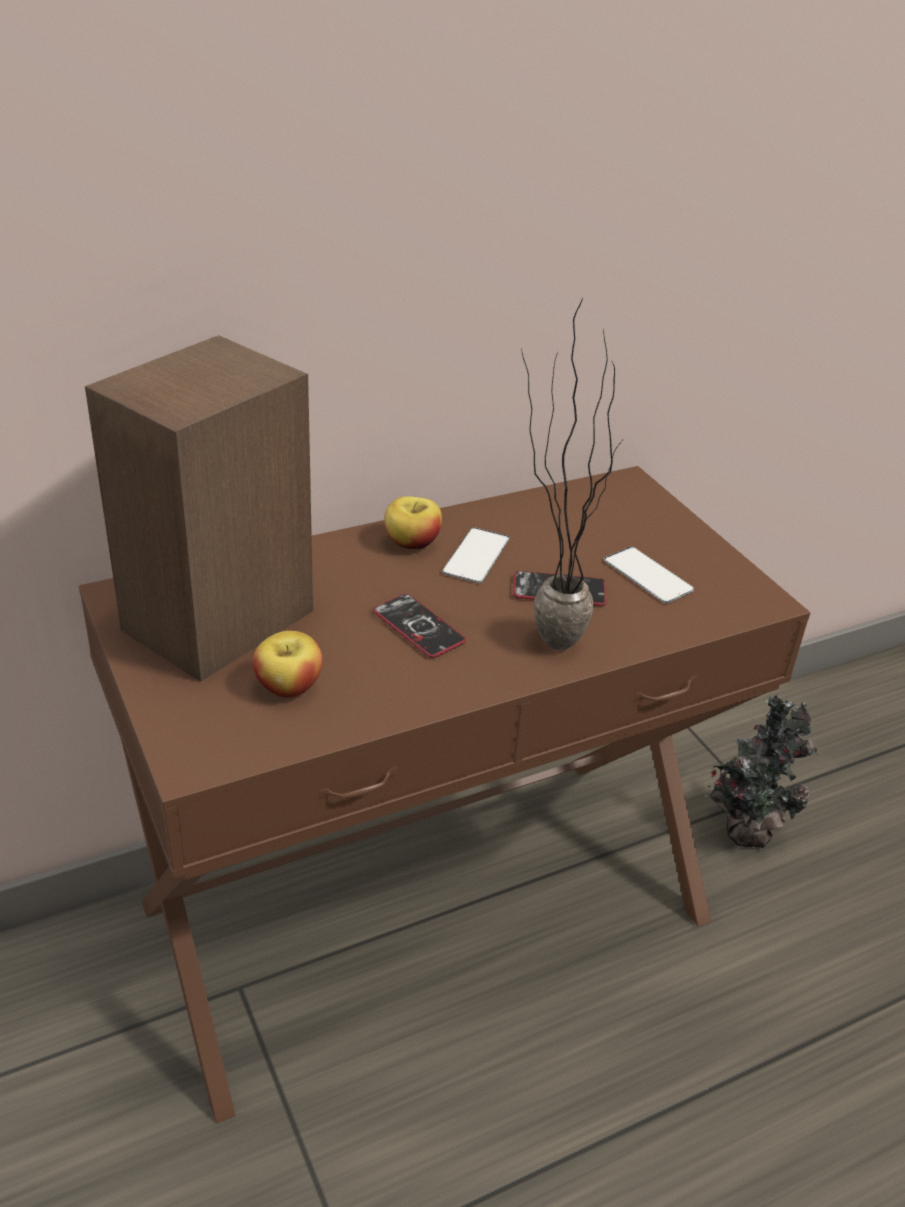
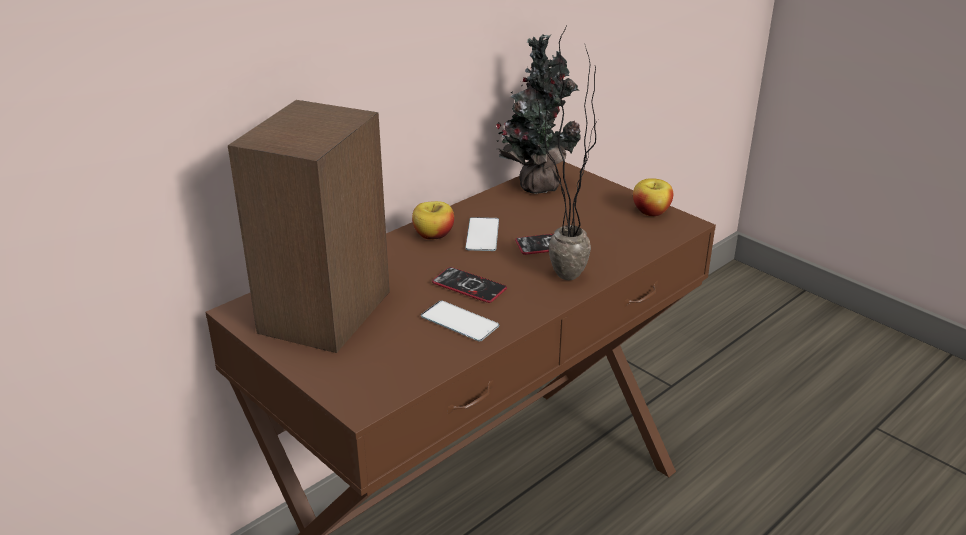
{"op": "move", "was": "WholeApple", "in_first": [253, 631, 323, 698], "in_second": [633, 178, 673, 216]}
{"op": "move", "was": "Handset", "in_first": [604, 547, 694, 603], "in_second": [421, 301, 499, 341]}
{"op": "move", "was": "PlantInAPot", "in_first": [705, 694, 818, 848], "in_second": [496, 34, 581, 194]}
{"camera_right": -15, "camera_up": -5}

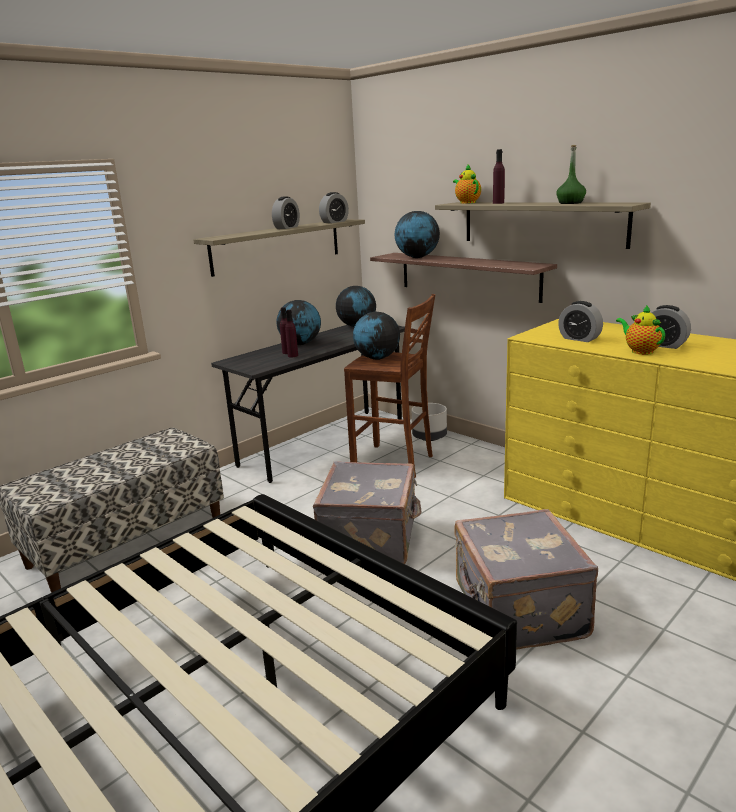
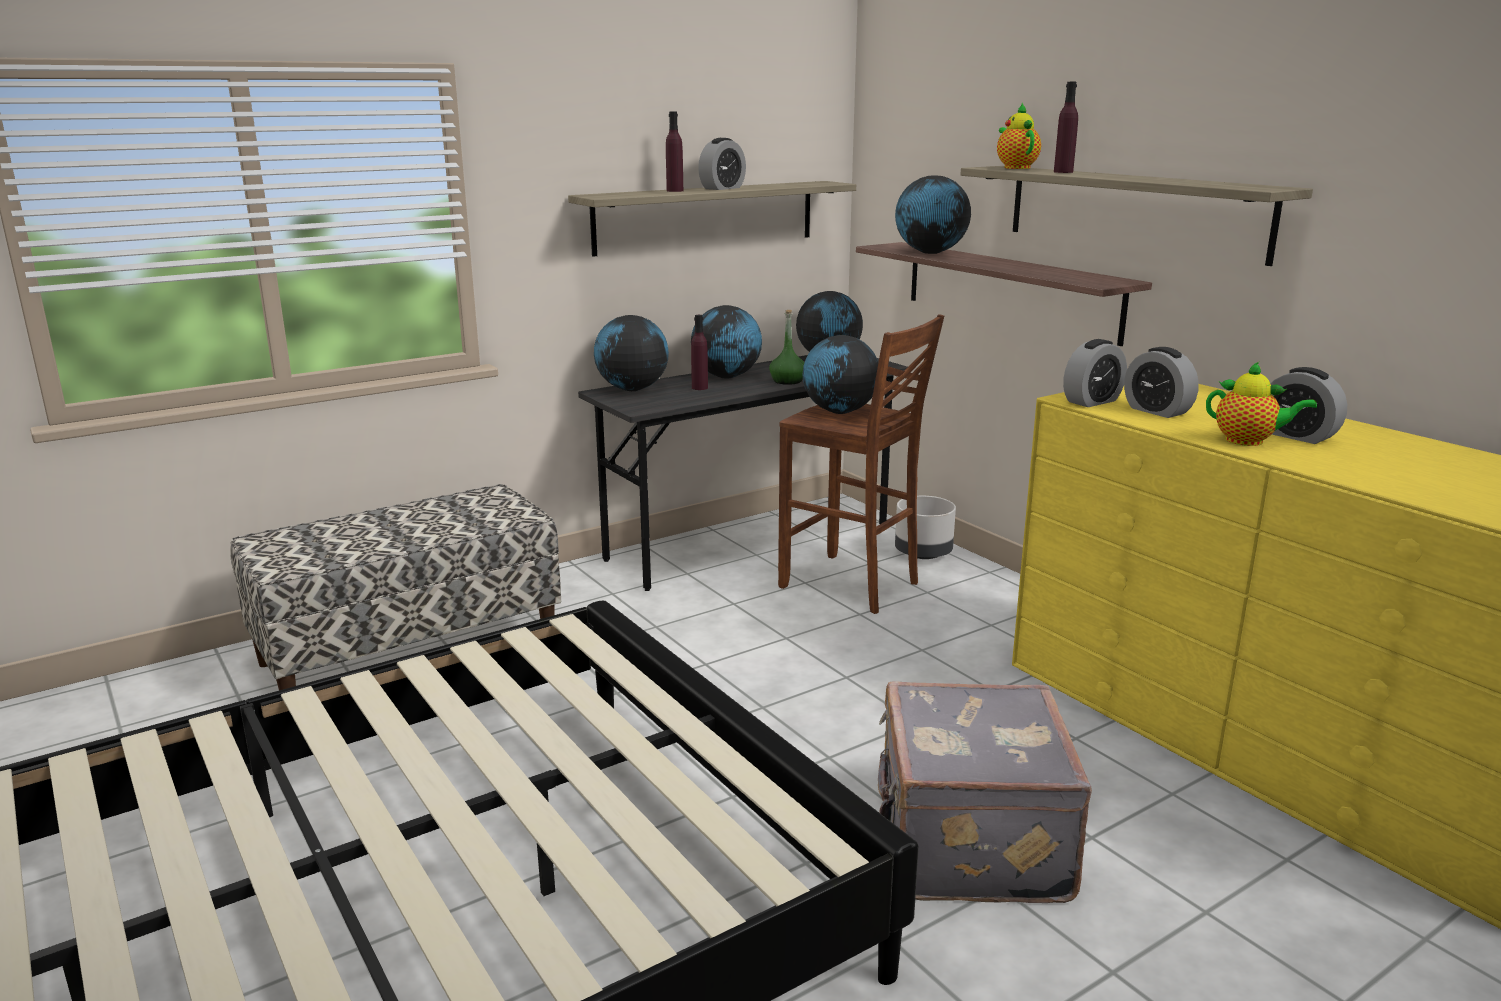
{"op": "move", "was": "PurpleColouredBottle", "in_first": [285, 310, 298, 357], "in_second": [666, 111, 683, 192]}
{"op": "delete", "was": "GreyTravelCase", "in_first": [313, 461, 422, 564]}
{"op": "move", "was": "BedsideClock", "in_first": [319, 192, 349, 223], "in_second": [1063, 339, 1127, 407]}
{"op": "move", "was": "GreenishBottle", "in_first": [556, 145, 586, 204], "in_second": [769, 310, 805, 385]}
{"op": "rotate", "was": "Teapot", "in_first": [616, 305, 665, 355], "in_second": [1206, 362, 1317, 446], "clockwise": 135}
{"op": "insert", "now": "DeskGlobe", "in_second": [594, 315, 669, 391]}
{"camera_right": 10, "camera_up": 0}

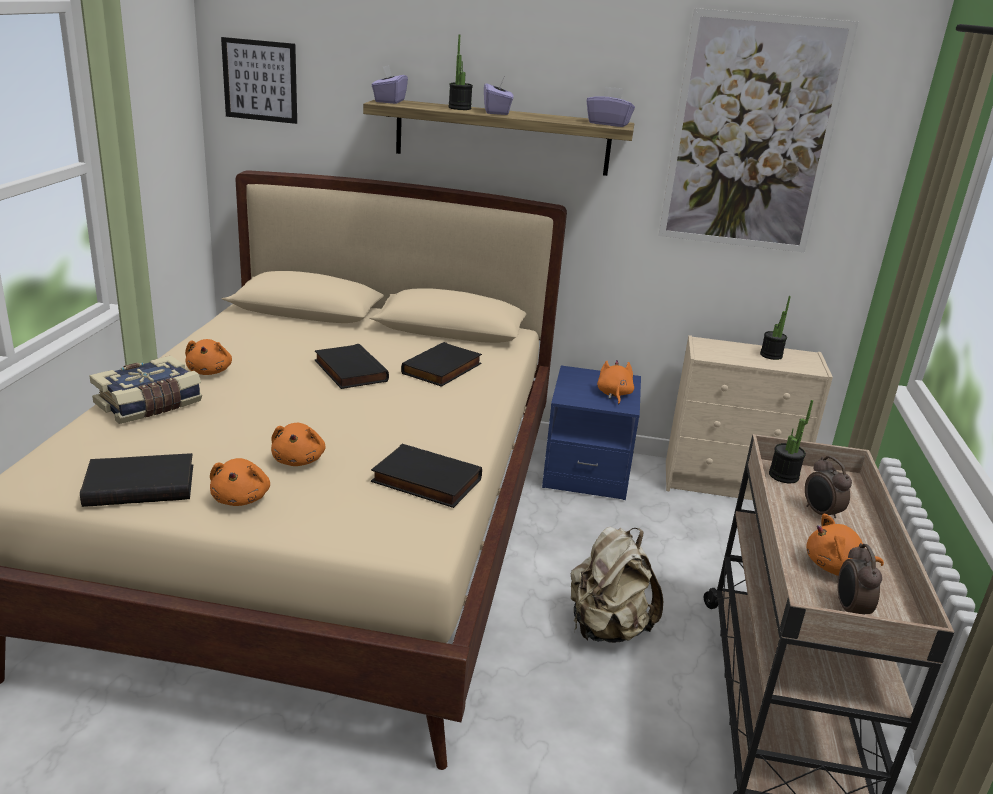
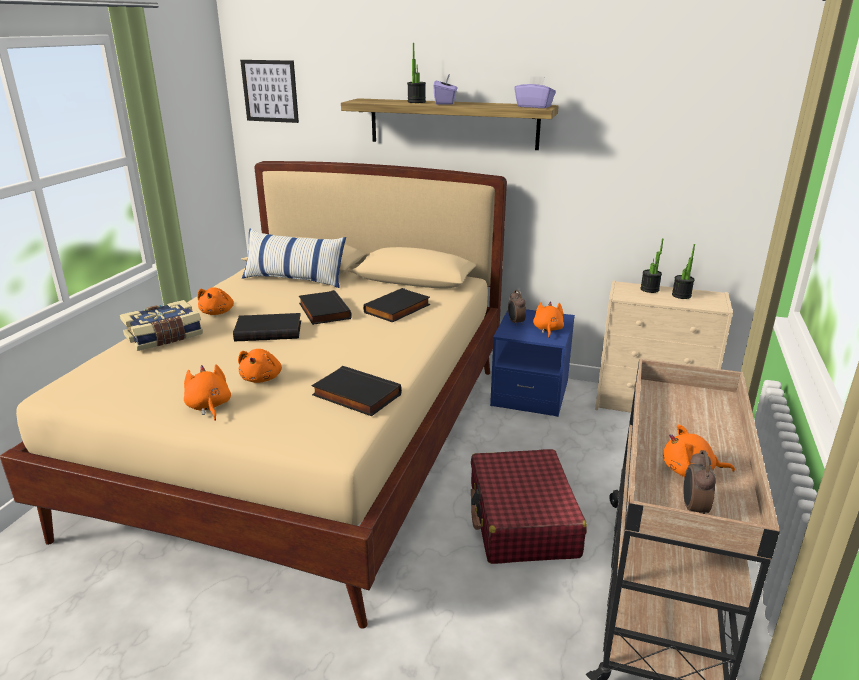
{"op": "move", "was": "BlackishBoundBook", "in_first": [80, 453, 193, 507], "in_second": [233, 313, 301, 341]}
{"op": "rotate", "was": "OrangeyPlushToy", "in_first": [210, 458, 270, 506], "in_second": [184, 364, 231, 421], "clockwise": 150}
{"op": "delete", "was": "PurpleColouredBoxOfTissues", "in_first": [372, 65, 408, 104]}
{"op": "replace", "was": "SandColouredBackpack", "now": "ReddishTravelCase", "in_first": [571, 527, 663, 643], "in_second": [471, 449, 587, 564]}
{"op": "delete", "was": "WallArt", "in_first": [659, 8, 858, 253]}
{"op": "move", "was": "PlantInAPot", "in_first": [769, 400, 813, 483], "in_second": [640, 238, 663, 293]}
{"op": "move", "was": "BedsideClock", "in_first": [805, 456, 852, 518], "in_second": [508, 290, 526, 326]}
{"op": "insert", "now": "ThrowPillow", "in_second": [242, 229, 346, 288]}
{"camera_right": 10, "camera_up": 0}

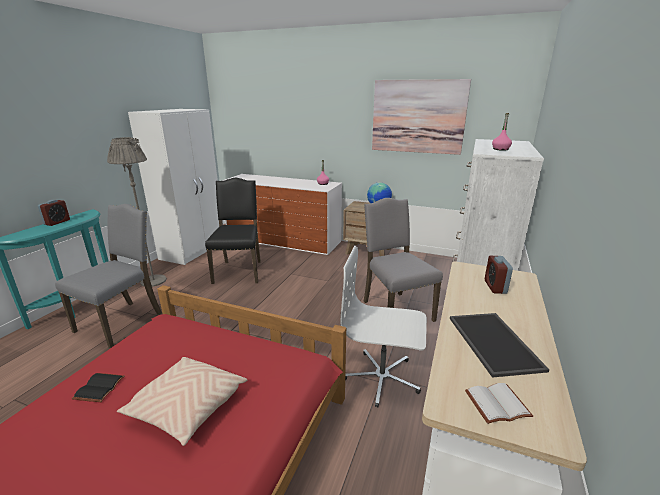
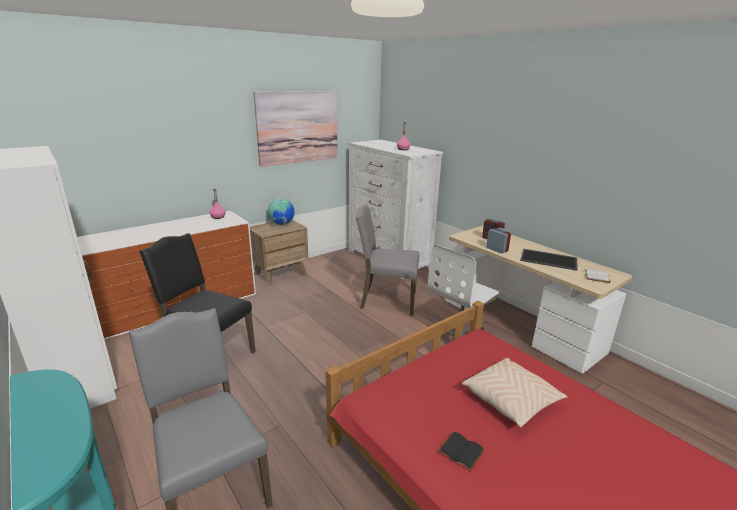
{"op": "move", "was": "BedsideClock", "in_first": [38, 200, 70, 226], "in_second": [486, 228, 511, 254]}
{"op": "delete", "was": "GreyFloorLamp", "in_first": [107, 137, 167, 287]}
{"camera_right": -60, "camera_up": 0}

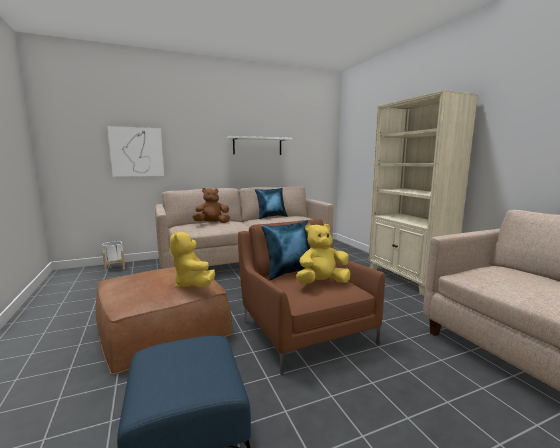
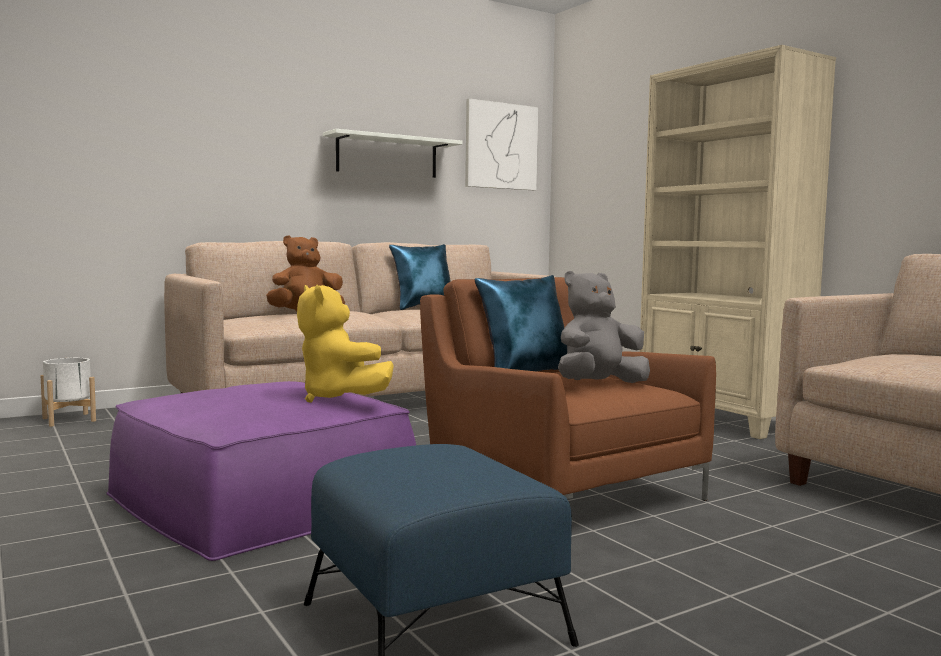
{"op": "recolor", "was": "BrownishPouffe", "now": "PurpleColouredPouffe", "in_first": [96, 267, 233, 375], "in_second": [107, 381, 416, 561]}
{"op": "move", "was": "WallArt", "in_first": [107, 126, 164, 177], "in_second": [465, 98, 538, 190]}
{"op": "recolor", "was": "YellowishPlushToy", "now": "GreyPlushToy", "in_first": [296, 224, 350, 283], "in_second": [558, 271, 650, 383]}
{"camera_right": -10, "camera_up": -5}

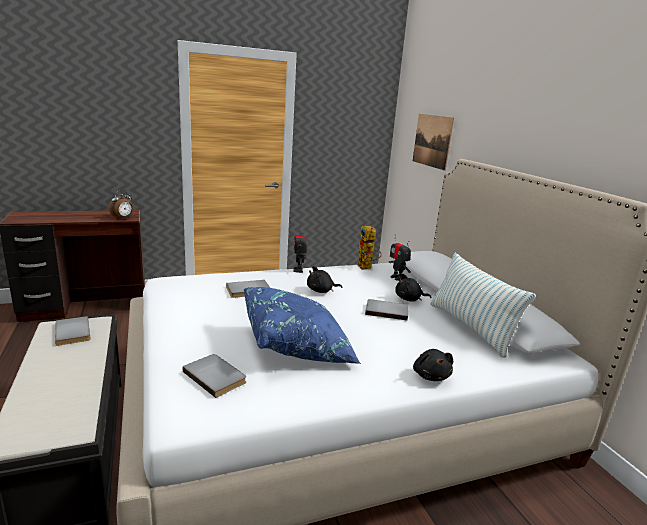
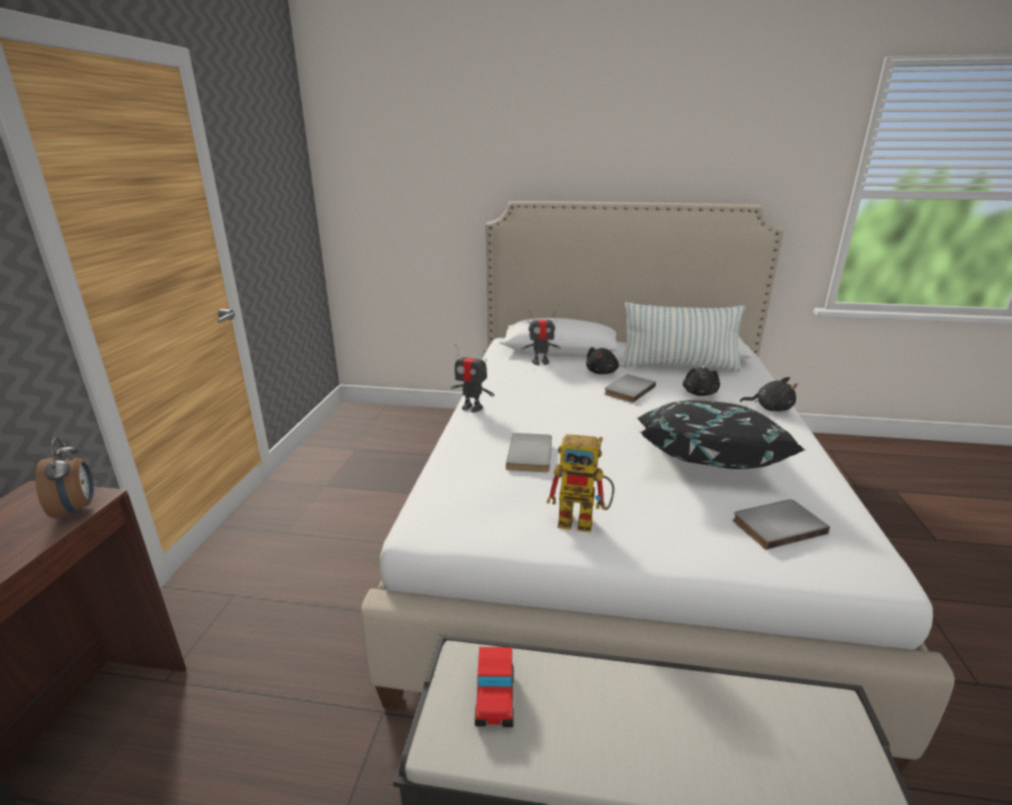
{"op": "replace", "was": "GreyBoundBook", "now": "ModelCar", "in_first": [55, 316, 91, 346], "in_second": [475, 647, 514, 727]}
{"op": "recolor", "was": "BlueColouredThrowPillow", "now": "BlackishThrowPillow", "in_first": [244, 287, 361, 364], "in_second": [637, 400, 805, 469]}
{"op": "move", "was": "BlackishPlushToy", "in_first": [307, 266, 342, 293], "in_second": [683, 367, 720, 396]}
{"op": "move", "was": "ToyRobot", "in_first": [357, 226, 382, 270], "in_second": [547, 434, 614, 532]}
{"op": "delete", "was": "WallArt", "in_first": [413, 114, 454, 171]}
{"camera_right": -60, "camera_up": 5}

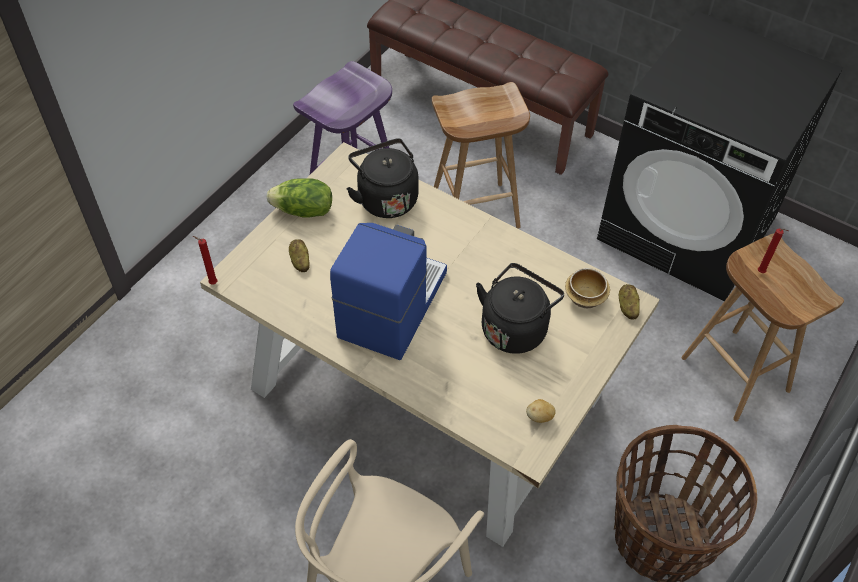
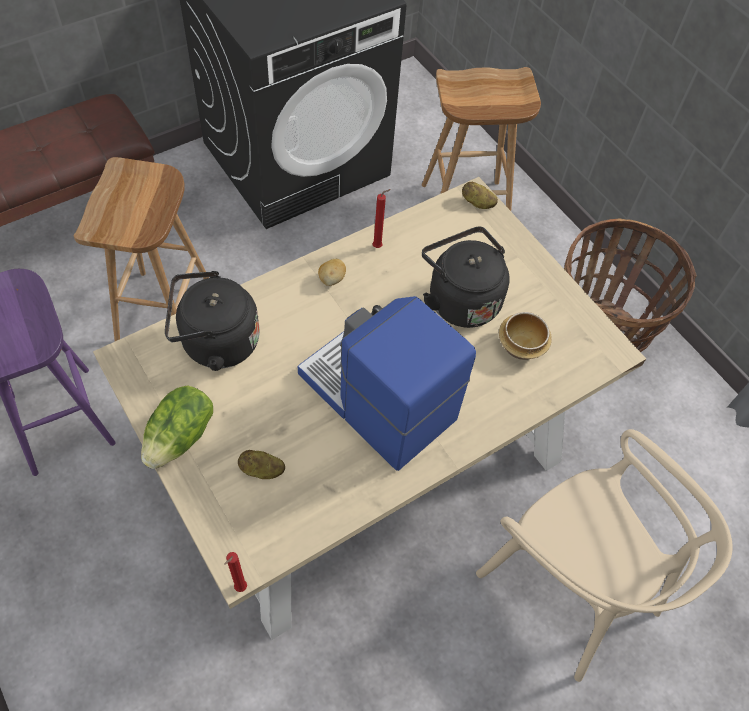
{"op": "move", "was": "Spud", "in_first": [526, 399, 556, 423], "in_second": [318, 259, 346, 286]}
{"op": "move", "was": "ServingBowl", "in_first": [565, 268, 610, 308], "in_second": [499, 312, 552, 360]}
{"op": "move", "was": "ReddishWaxLight", "in_first": [758, 229, 788, 273], "in_second": [373, 189, 391, 248]}
{"camera_right": -70, "camera_up": 5}

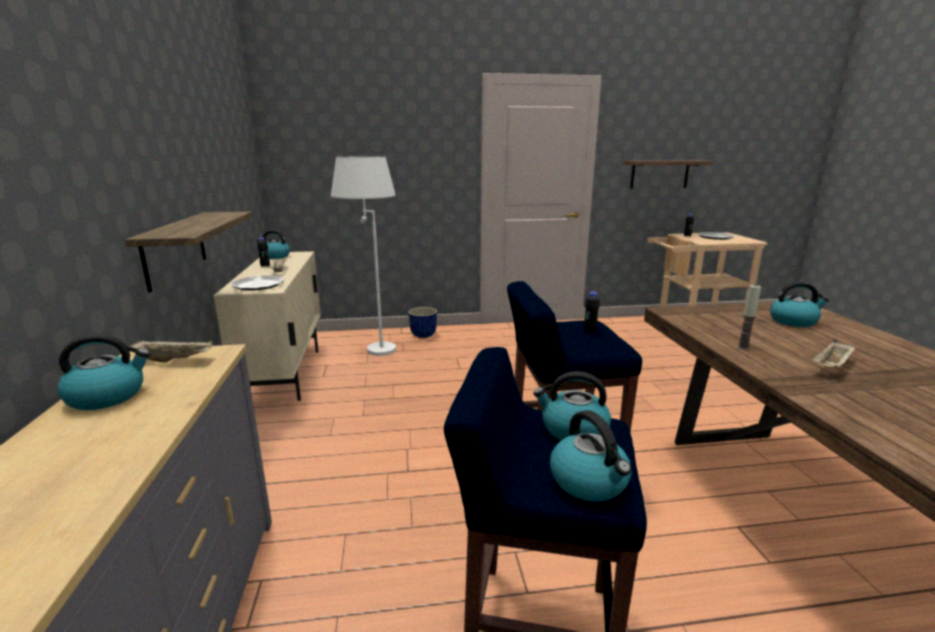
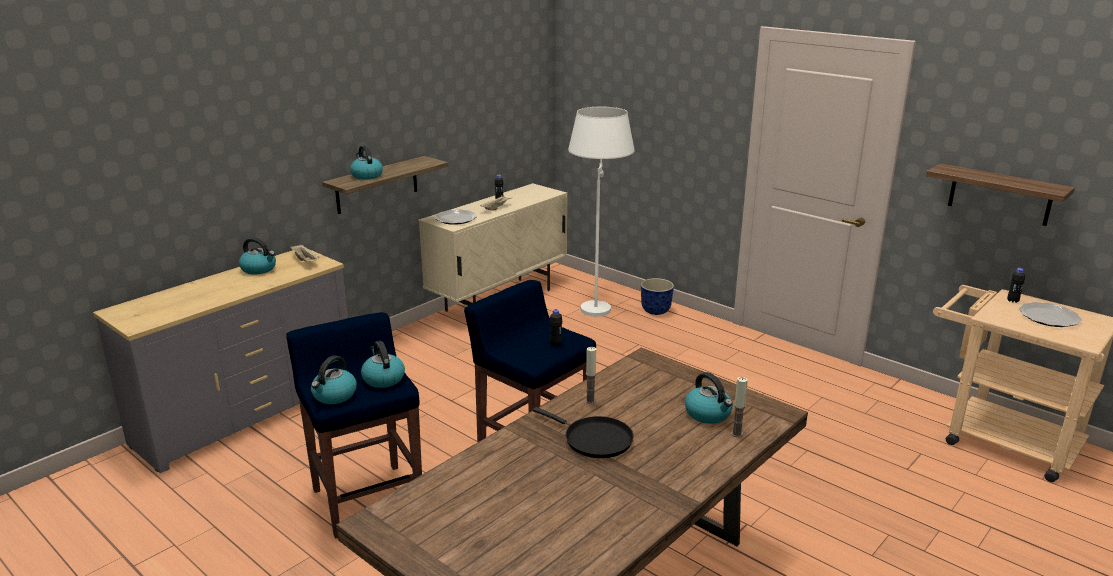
{"op": "move", "was": "TeaKettle", "in_first": [257, 230, 290, 259], "in_second": [350, 145, 383, 180]}
{"op": "replace", "was": "SandColouredServingTray", "now": "BlackishFryingPan", "in_first": [812, 340, 856, 368], "in_second": [533, 407, 634, 458]}
{"op": "insert", "now": "WaxLight", "in_second": [731, 377, 748, 437]}
{"camera_right": 50, "camera_up": 5}

